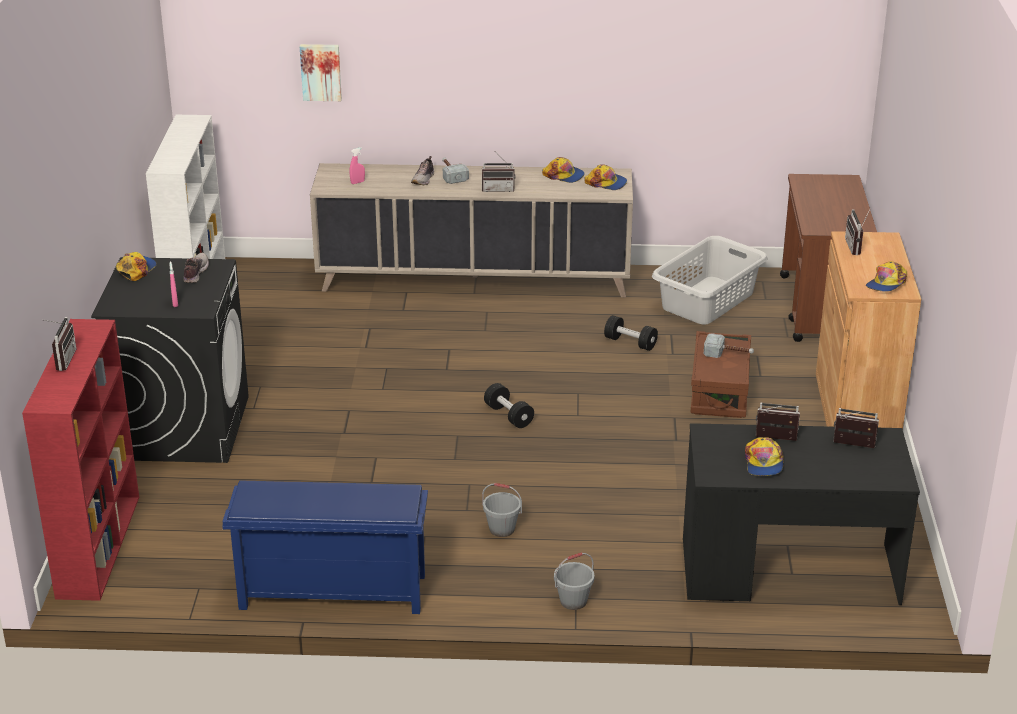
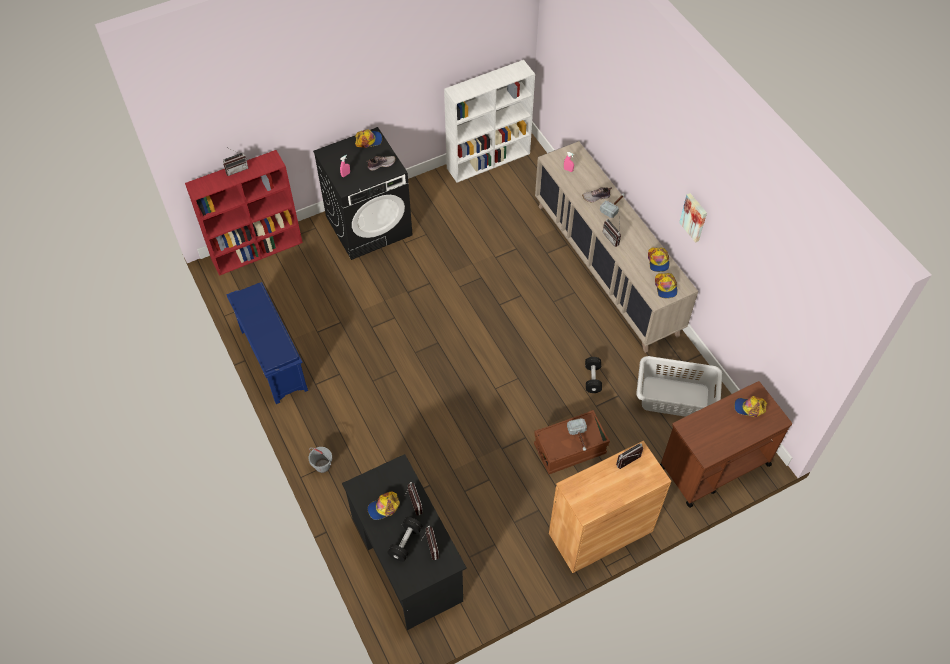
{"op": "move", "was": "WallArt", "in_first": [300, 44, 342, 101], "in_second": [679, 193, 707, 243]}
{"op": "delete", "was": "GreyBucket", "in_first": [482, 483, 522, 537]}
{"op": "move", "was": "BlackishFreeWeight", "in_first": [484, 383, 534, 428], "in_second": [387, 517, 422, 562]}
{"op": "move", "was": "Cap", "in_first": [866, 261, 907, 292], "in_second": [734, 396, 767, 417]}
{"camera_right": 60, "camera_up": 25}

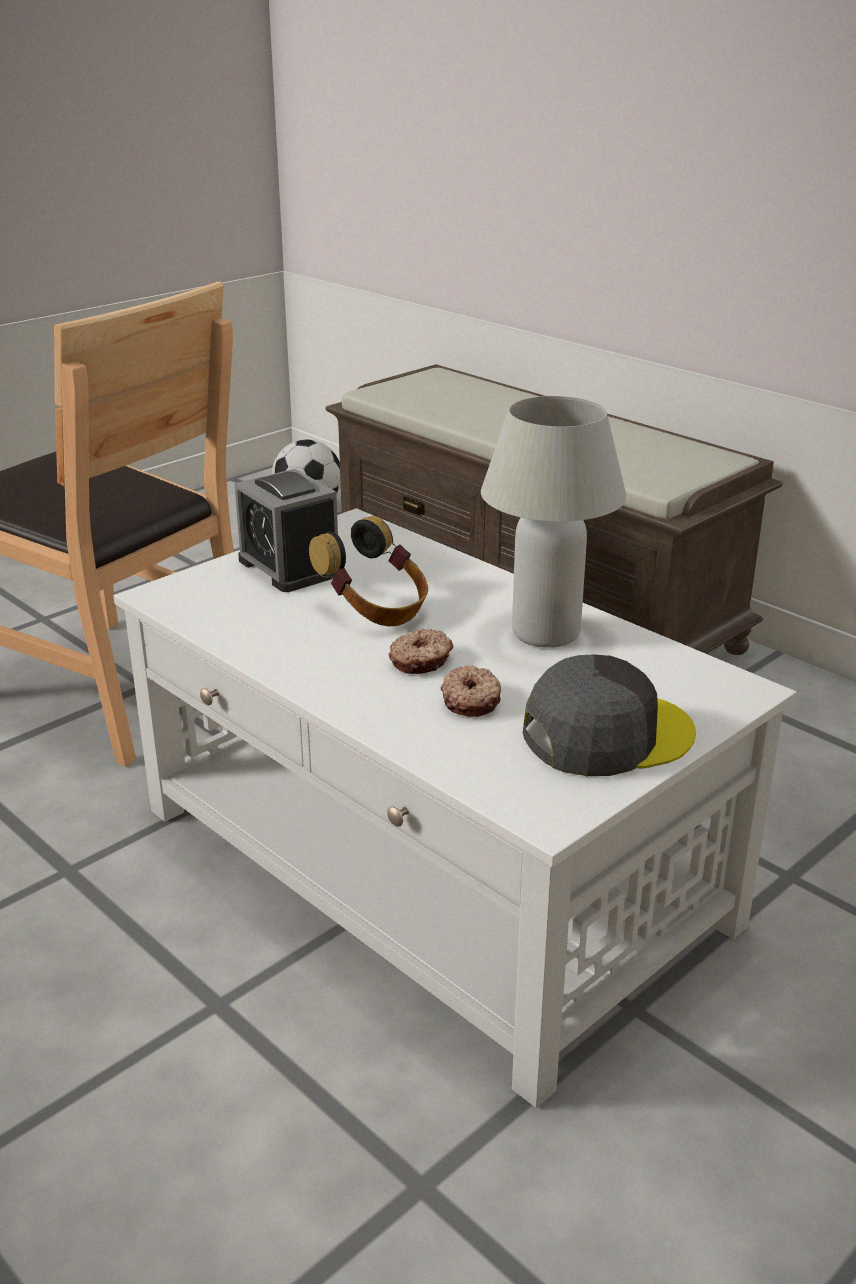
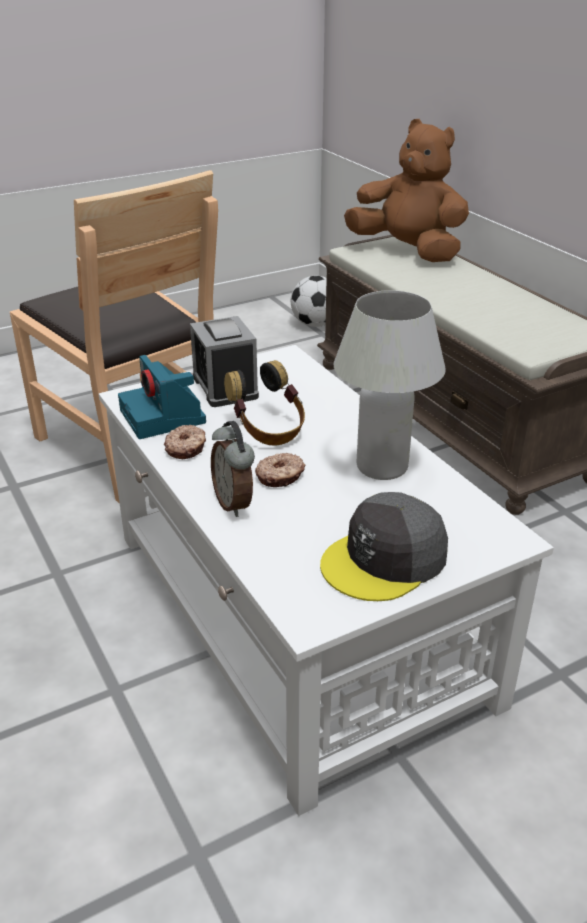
{"op": "move", "was": "Donut", "in_first": [440, 666, 501, 717], "in_second": [164, 425, 206, 459]}
{"op": "rotate", "was": "GreyCap", "in_first": [523, 654, 696, 776], "in_second": [320, 492, 448, 601], "clockwise": 150}
{"op": "insert", "now": "StillCamera", "in_second": [118, 355, 206, 439]}
{"op": "insert", "now": "BedsideClock", "in_second": [211, 421, 255, 517]}
{"op": "insert", "now": "BrownishPlushToy", "in_second": [344, 119, 469, 262]}
{"camera_right": 15, "camera_up": 5}

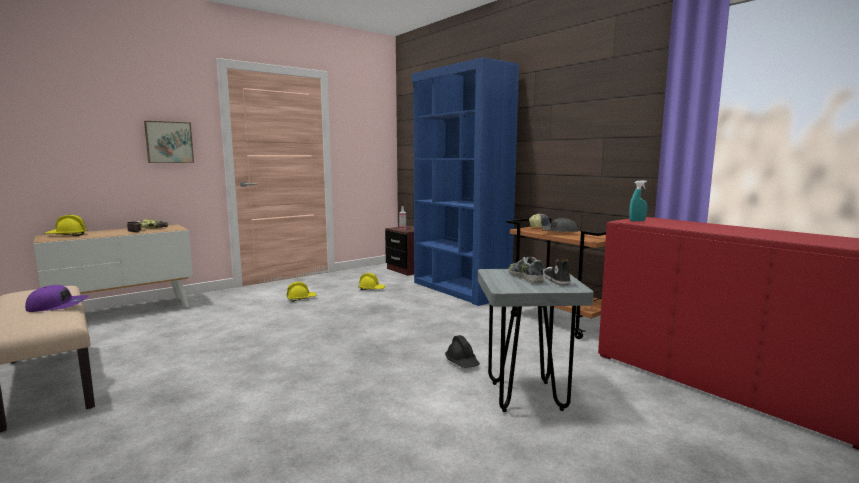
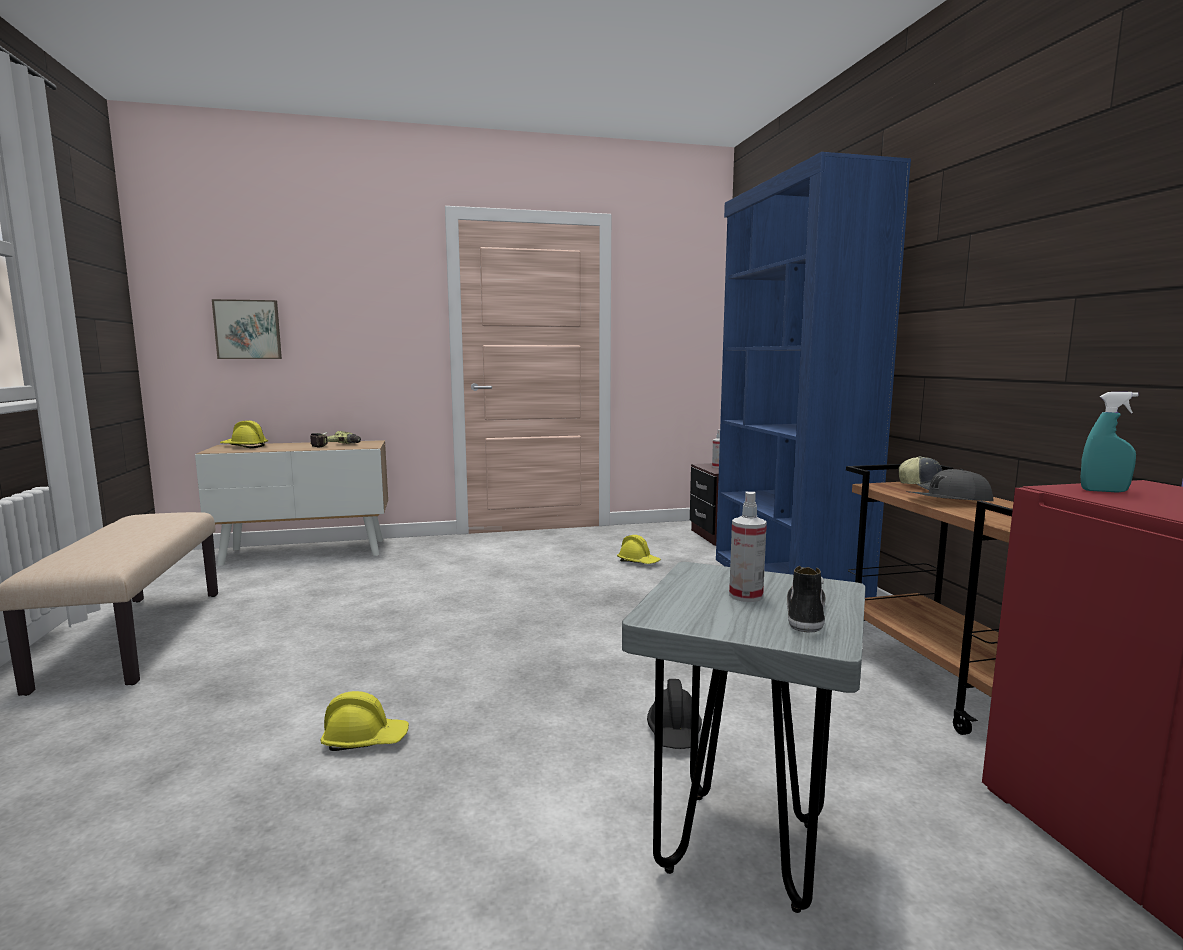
{"op": "delete", "was": "PurpleColouredCap", "in_first": [25, 285, 88, 312]}
{"op": "move", "was": "WallArt", "in_first": [144, 121, 194, 163], "in_second": [212, 299, 282, 359]}
{"op": "move", "was": "YellowishSafetyHelmet", "in_first": [287, 282, 317, 302], "in_second": [320, 691, 409, 751]}
{"op": "replace", "was": "ItemOfFootwear", "now": "SprayBottle", "in_first": [508, 257, 544, 284], "in_second": [729, 492, 767, 602]}
{"camera_right": 25, "camera_up": 0}

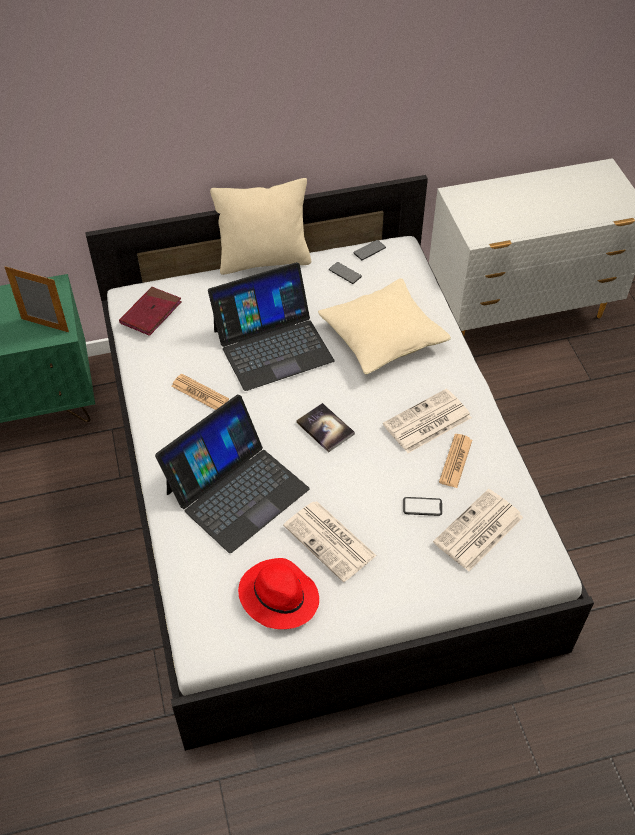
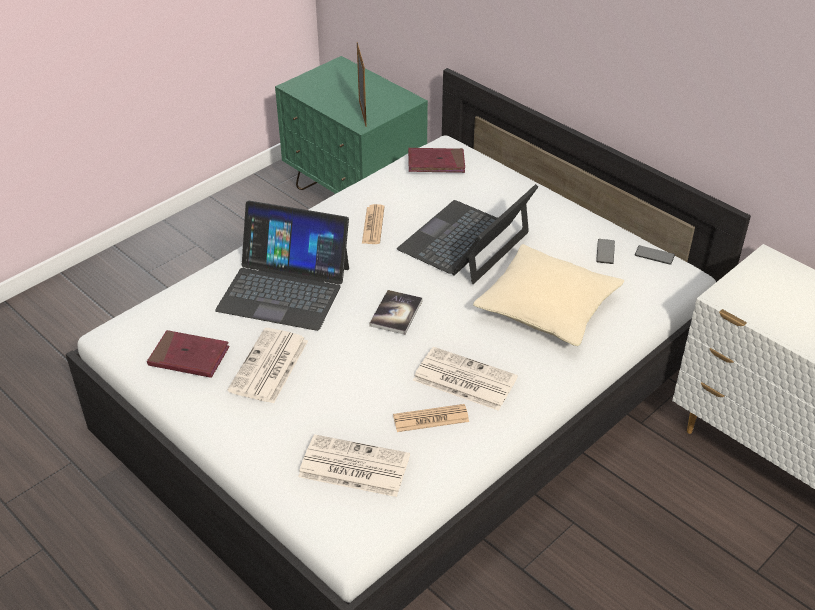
{"op": "rotate", "was": "NotebookComputer", "in_first": [208, 262, 334, 391], "in_second": [397, 184, 538, 284], "clockwise": 90}
{"op": "delete", "was": "SandColouredThrowPillow", "in_first": [210, 178, 311, 275]}
{"op": "replace", "was": "ReddishClothingHat", "now": "ReddishBoundBook", "in_first": [238, 558, 319, 629], "in_second": [147, 330, 230, 378]}
{"op": "delete", "was": "Handset", "in_first": [403, 497, 442, 516]}
{"camera_right": 60, "camera_up": -10}

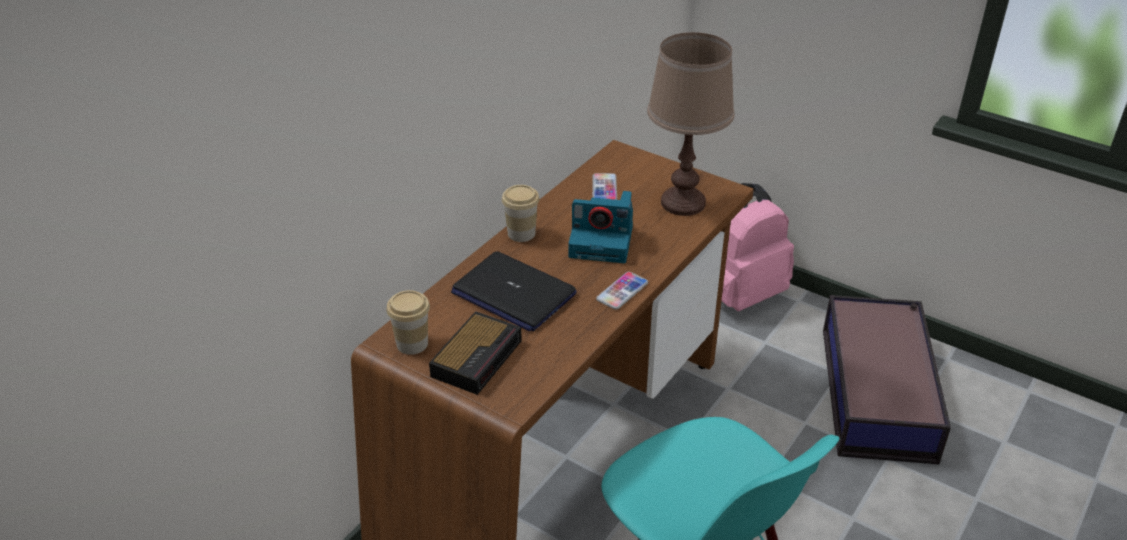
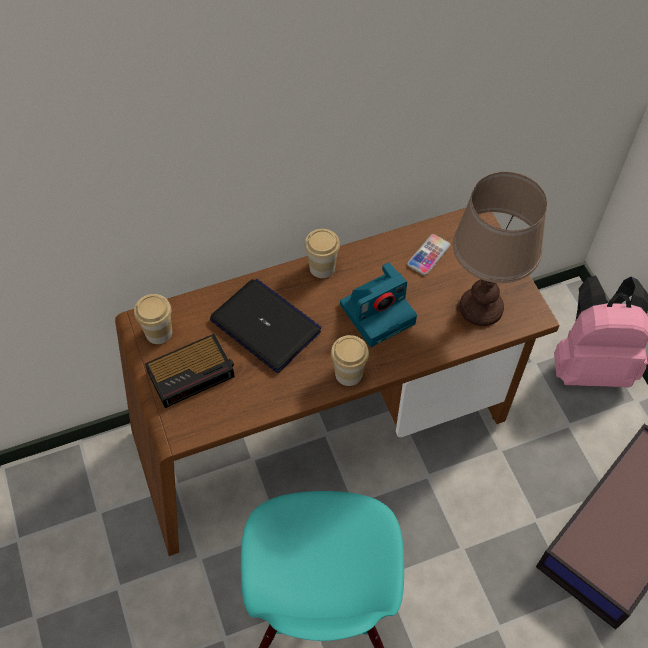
{"op": "rotate", "was": "NotebookComputer", "in_first": [451, 251, 577, 332], "in_second": [210, 279, 321, 373], "clockwise": 150}
{"op": "rotate", "was": "StillCamera", "in_first": [568, 191, 633, 263], "in_second": [340, 262, 417, 347], "clockwise": -75}
{"op": "replace", "was": "Handset", "now": "Cup", "in_first": [596, 272, 648, 310], "in_second": [331, 335, 369, 386]}
{"camera_right": 35, "camera_up": 20}

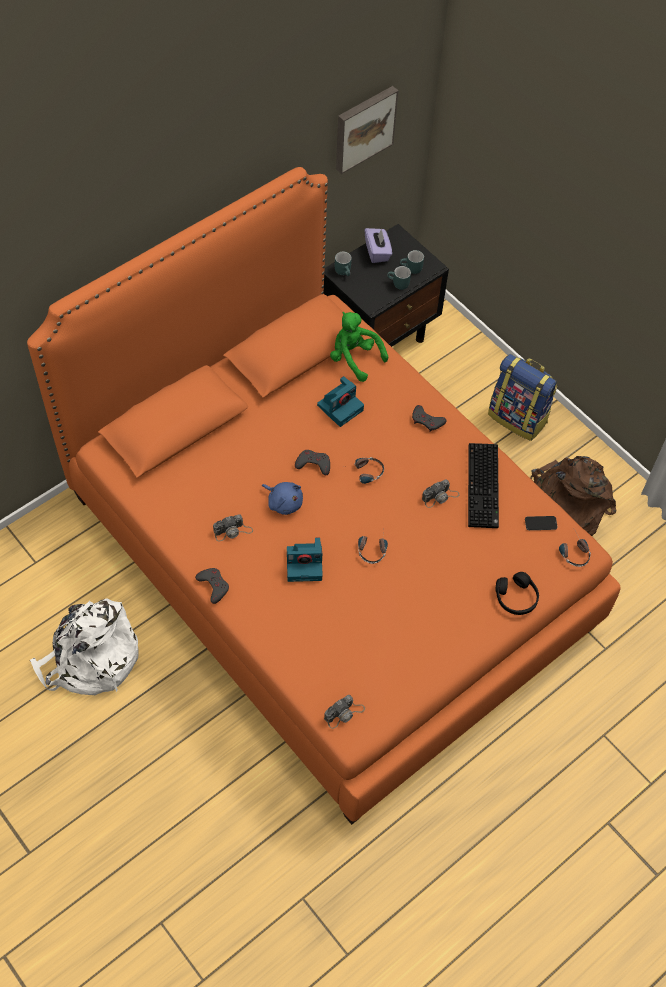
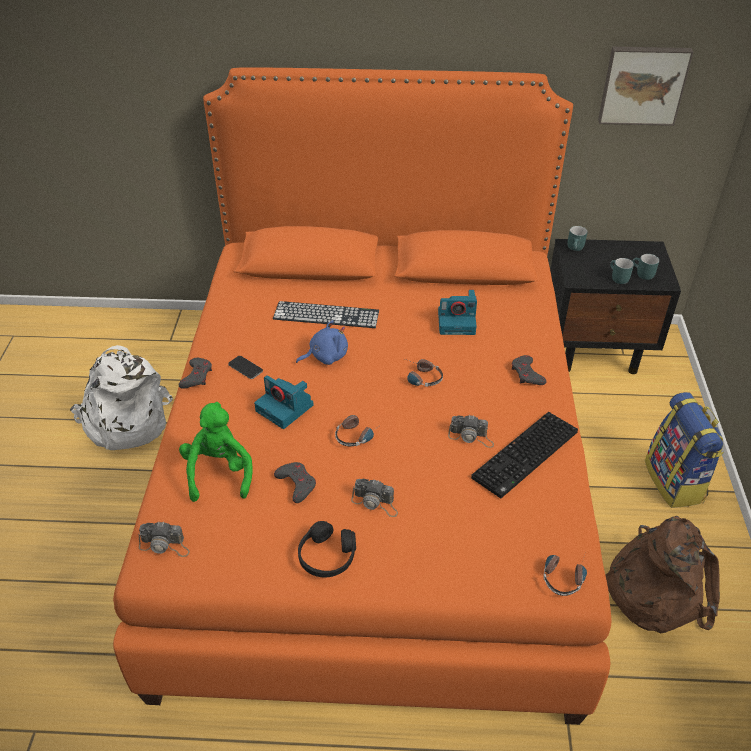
{"op": "move", "was": "StillCamera", "in_first": [213, 514, 253, 541], "in_second": [351, 479, 398, 517]}
{"op": "rotate", "was": "BlueColouredPlushToy", "in_first": [262, 482, 303, 515], "in_second": [296, 320, 348, 365], "clockwise": -105}
{"op": "move", "was": "GreyGamepad", "in_first": [295, 450, 330, 475], "in_second": [274, 462, 316, 503]}
{"op": "move", "was": "GreenishPlushToy", "in_first": [330, 312, 388, 382], "in_second": [179, 402, 253, 502]}
{"op": "delete", "was": "PurpleColouredBoxOfTissues", "in_first": [365, 228, 392, 263]}
{"op": "move", "was": "BlackishHeadset", "in_first": [495, 572, 539, 615], "in_second": [298, 521, 356, 578]}
{"op": "move", "was": "Handset", "in_first": [525, 516, 557, 530], "in_second": [228, 356, 263, 379]}
{"op": "insert", "now": "PcKeyboard", "in_second": [273, 301, 379, 328]}
{"camera_right": 45, "camera_up": -15}

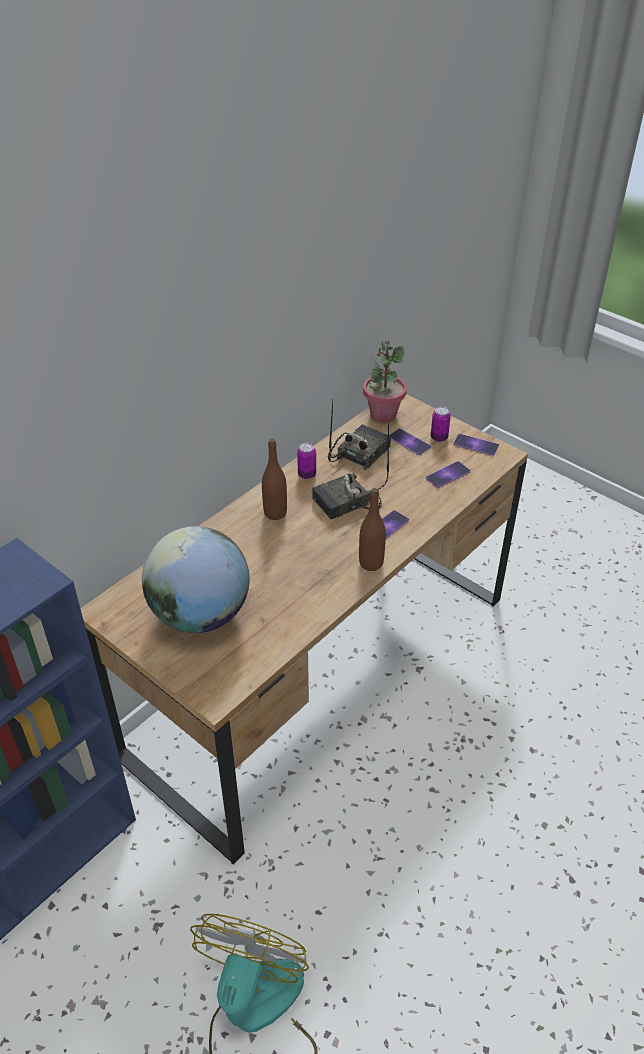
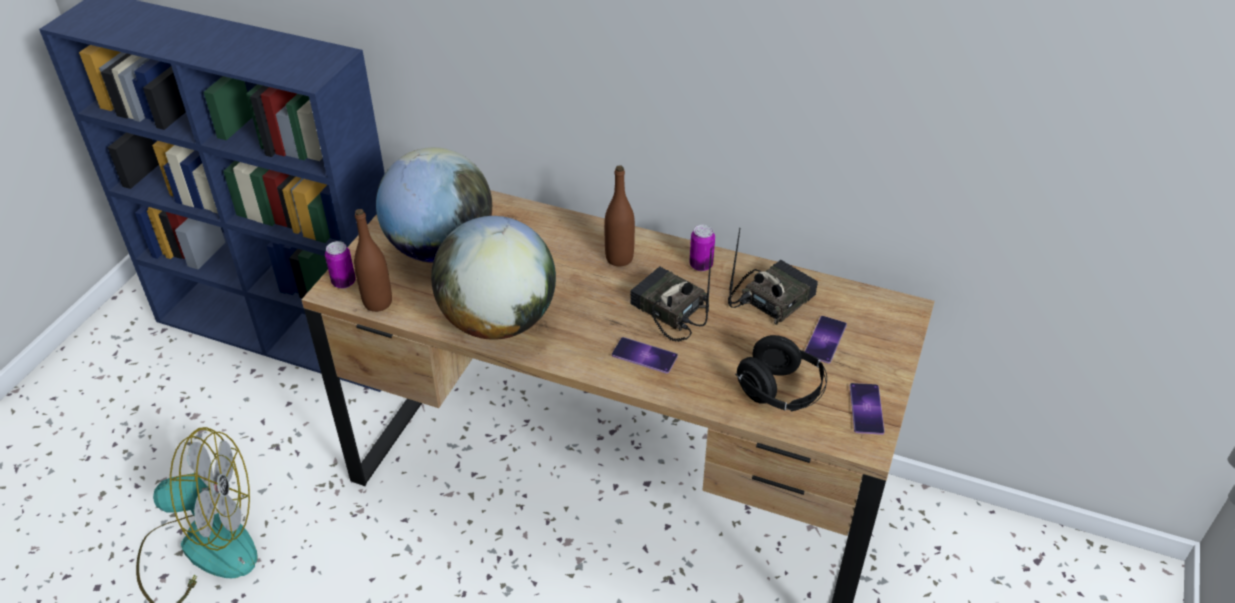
{"op": "rotate", "was": "RadioSet", "in_first": [328, 399, 391, 470], "in_second": [728, 228, 818, 325], "clockwise": -60}
{"op": "move", "was": "BrownishBottle", "in_first": [359, 488, 386, 571], "in_second": [354, 209, 392, 312]}
{"op": "delete", "was": "PlantInAPot", "in_first": [363, 340, 407, 422]}
{"op": "replace", "was": "Handset", "now": "BlackishHeadset", "in_first": [426, 461, 471, 488], "in_second": [735, 335, 827, 411]}
{"op": "move", "was": "Can", "in_first": [431, 406, 451, 442], "in_second": [325, 241, 356, 289]}
{"op": "insert", "now": "DeskGlobe", "in_second": [431, 216, 556, 340]}
{"camera_right": 70, "camera_up": 0}

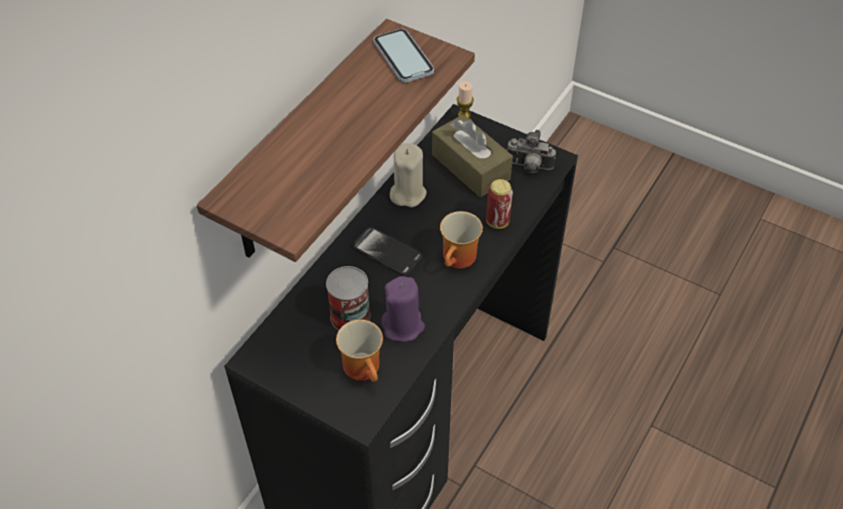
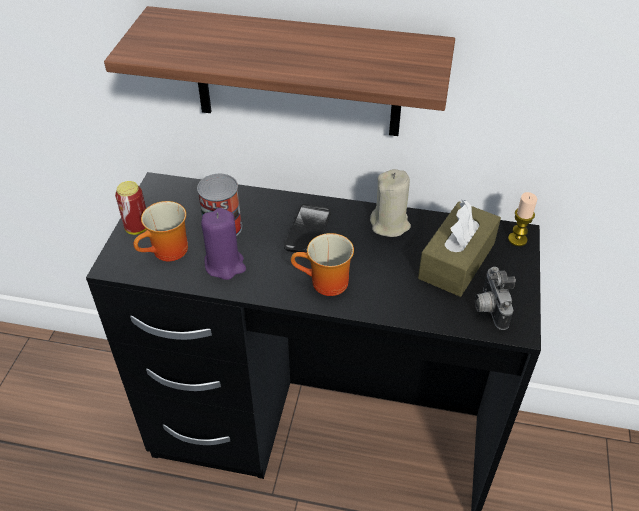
{"op": "delete", "was": "Handset", "in_first": [373, 29, 434, 83]}
{"op": "move", "was": "Can", "in_first": [486, 179, 513, 229], "in_second": [115, 181, 146, 235]}
{"camera_right": 70, "camera_up": -5}

